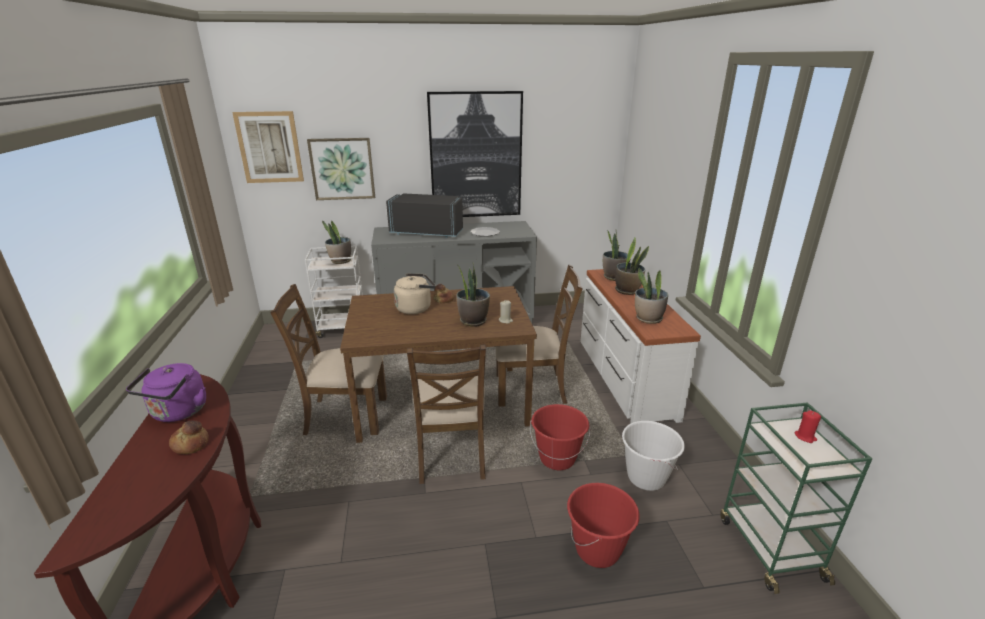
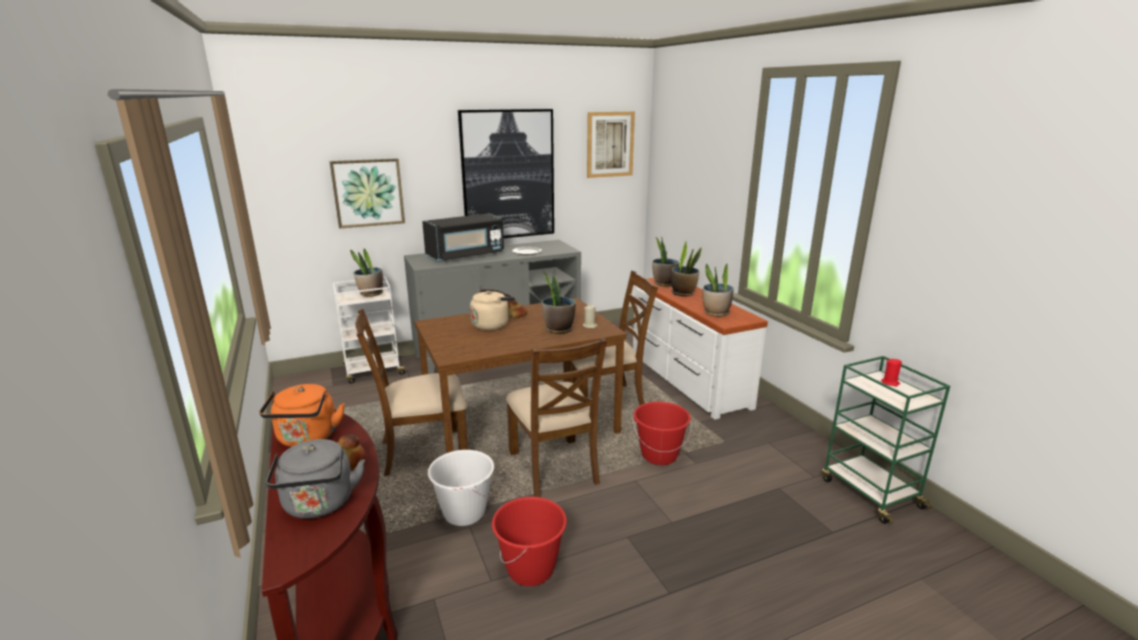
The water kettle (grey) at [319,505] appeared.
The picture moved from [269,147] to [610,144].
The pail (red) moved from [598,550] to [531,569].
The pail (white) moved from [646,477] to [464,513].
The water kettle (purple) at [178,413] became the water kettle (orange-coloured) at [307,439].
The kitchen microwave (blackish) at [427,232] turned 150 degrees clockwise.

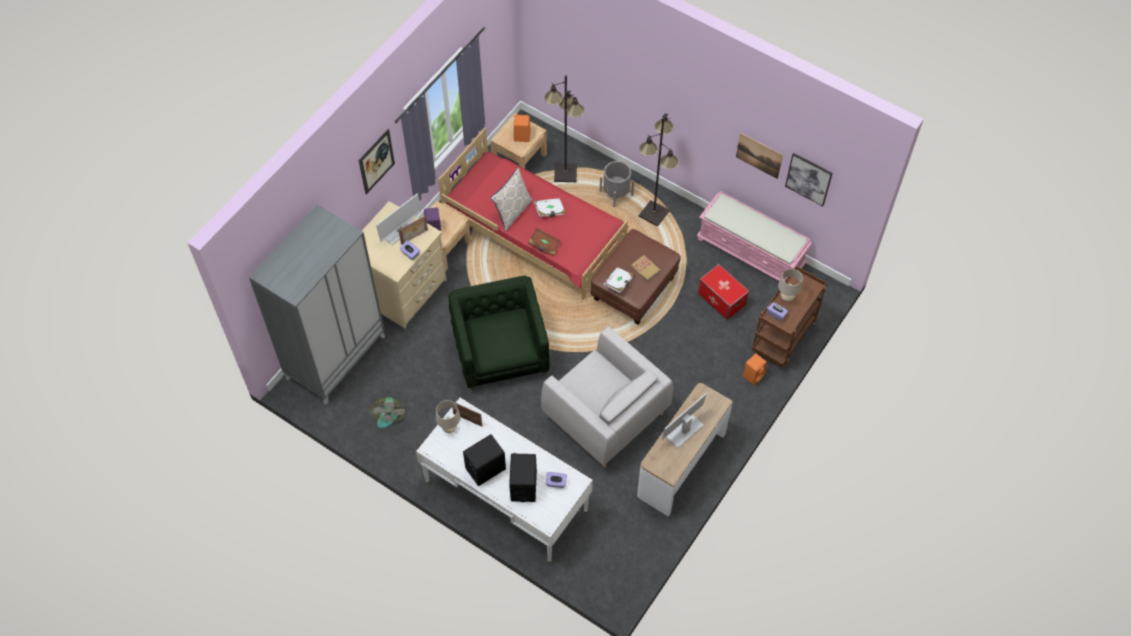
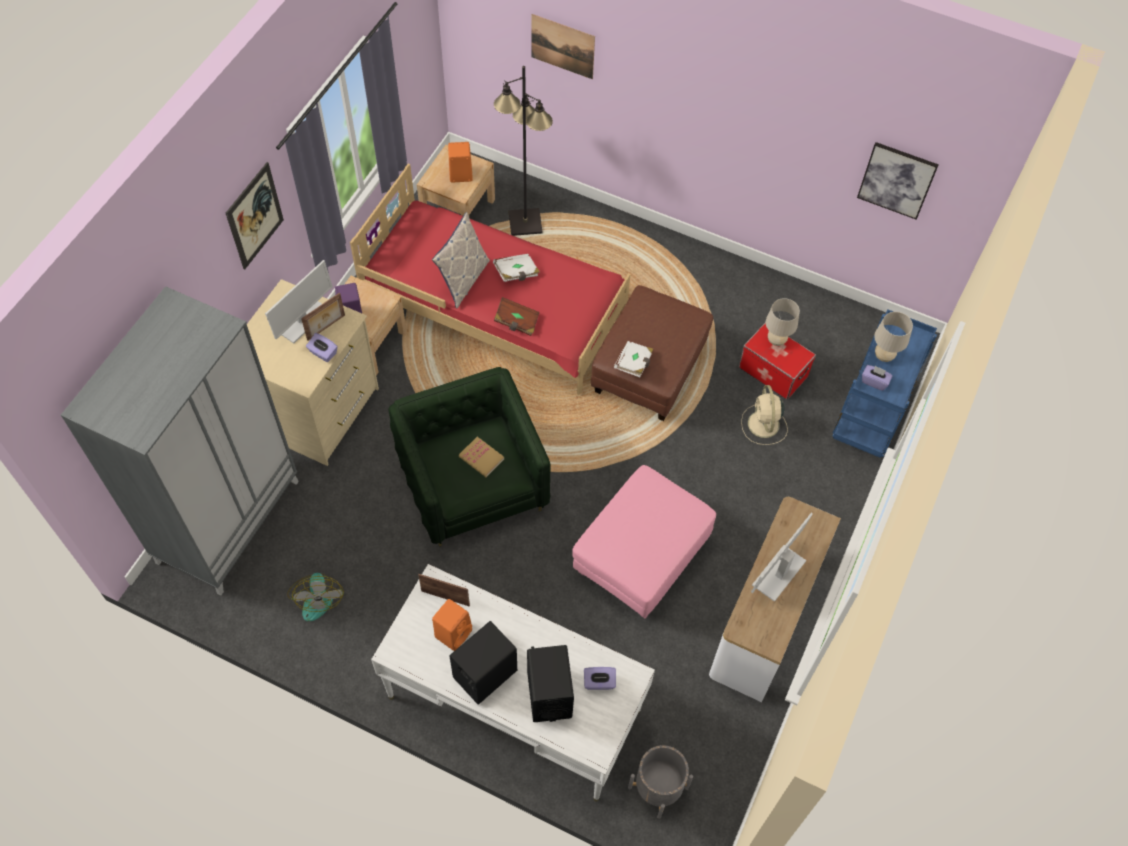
The floor lamp (blackish) at [654,214] disappeared.
The bench (pink) at [751,252] disappeared.
The electric fan (sand-coloured) at [763,425] appeared.
The table lamp (sand-coloured) moved from [449,428] to [776,341].
The plant pot (grey) moved from [616,193] to [658,787].
The book moved from [645,268] to [481,458].
The picture moved from [759,155] to [562,46].
The loudspeaker (orange-coloured) moved from [753,375] to [454,632].
The easy chair (grey) at [605,415] was replaced by the ottoman (pink) at [641,558].
The wheeled cart (brown) at [783,339] became the wheeled cart (blue-coloured) at [870,417].

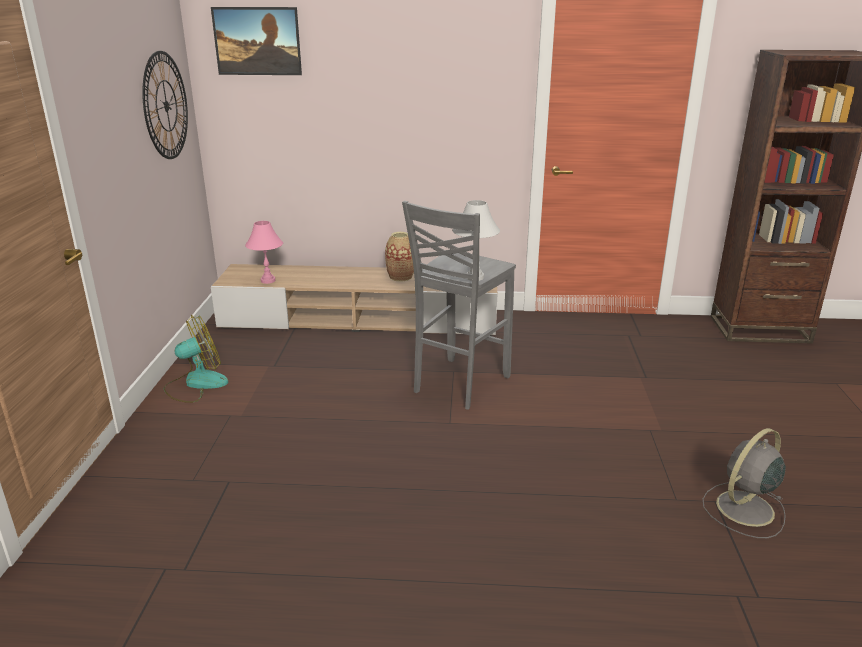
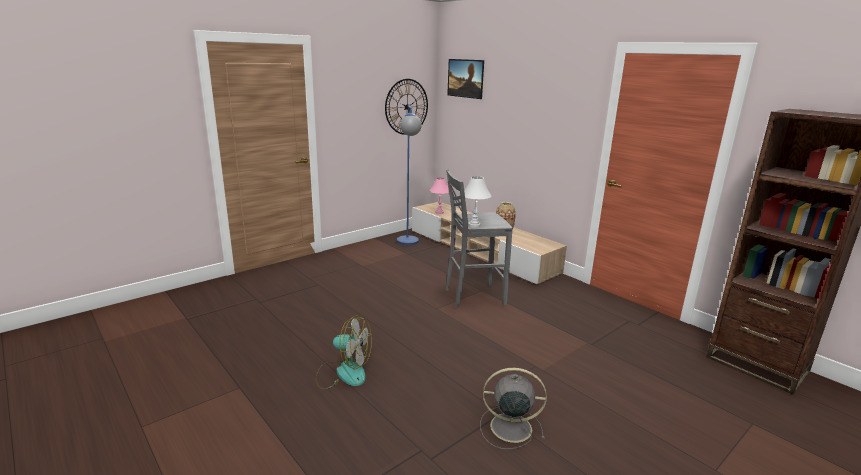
The floor lamp (blue-coloured) at [408,244] appeared.
The electric fan moved from [196,384] to [343,373].

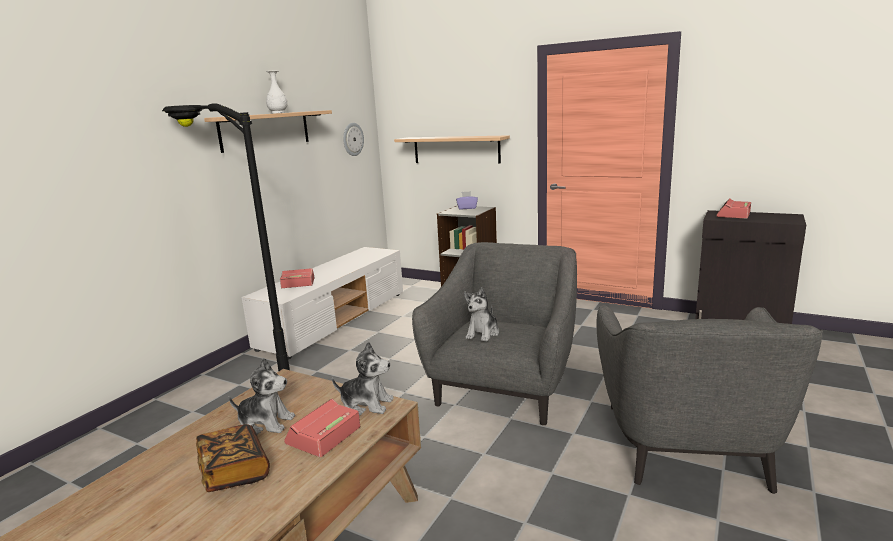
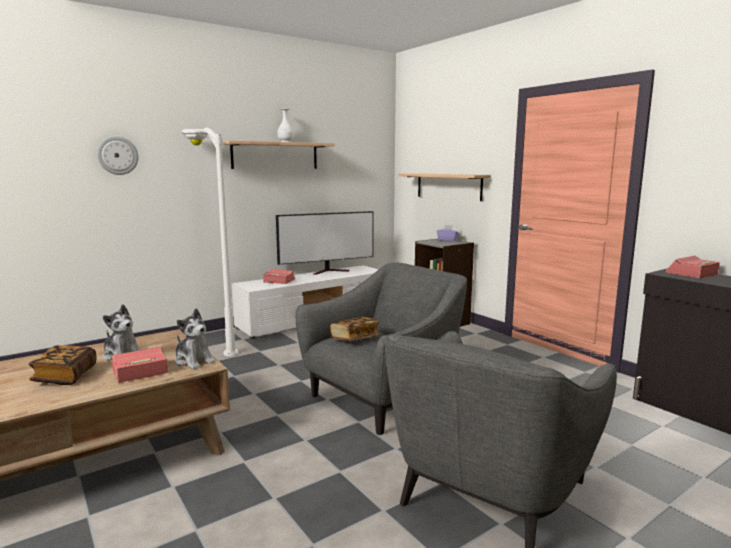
The TV at [330,271] appeared.
The clock on the wall moved from [352,139] to [117,155].
The cuddly toy at [483,333] was replaced by the book at [355,339].
The floor lamp (blackish) at [246,372] became the floor lamp (white) at [215,341].

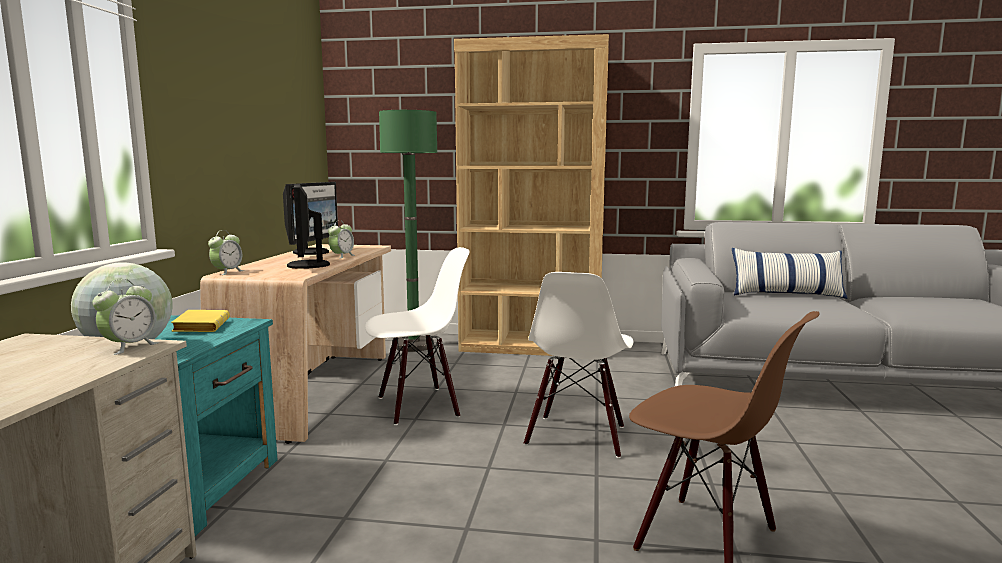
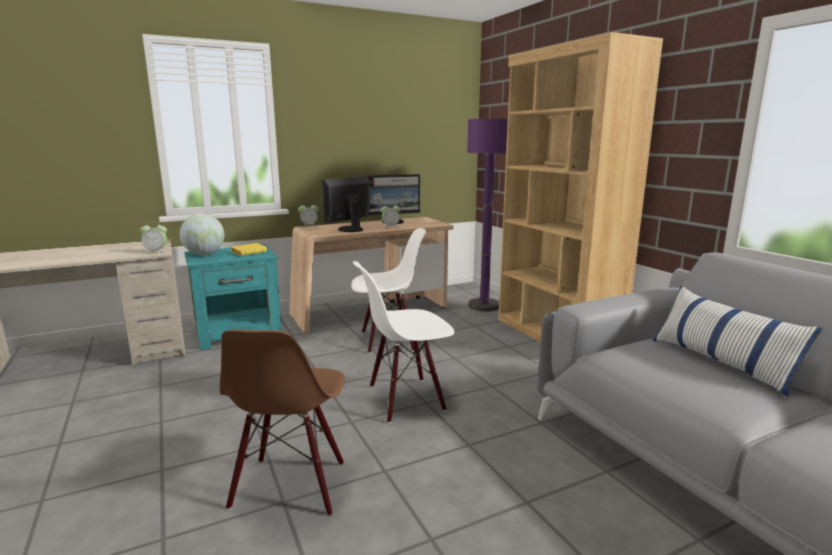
The floor lamp (greenish) at [414,345] became the floor lamp (purple) at [484,306].
The upright chair (white) at [418,406] turned 45 degrees counterclockwise.

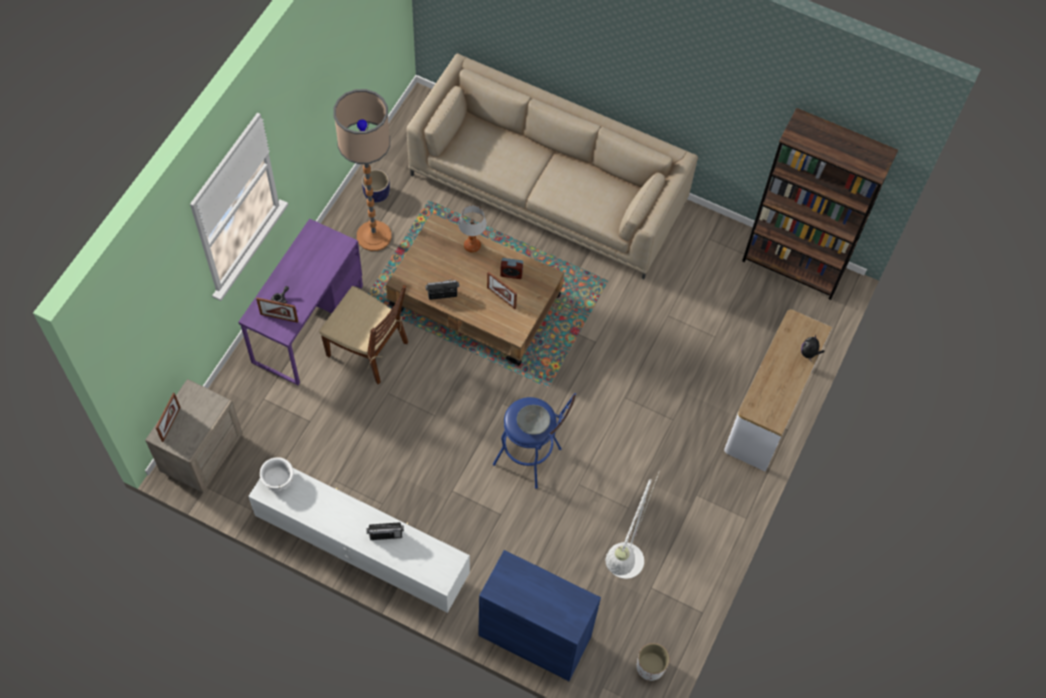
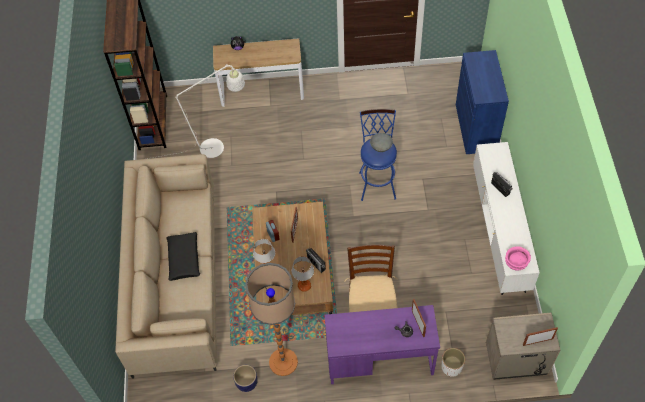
The throw pillow (blackish) at [184,259] appeared.
The table lamp at [304,285] appeared.
The floor lamp (white) moved from [622,570] to [218,146].
The plant pot (white) moved from [650,667] to [451,367].
The bowl (white) at [278,479] became the bowl (pink) at [515,263].

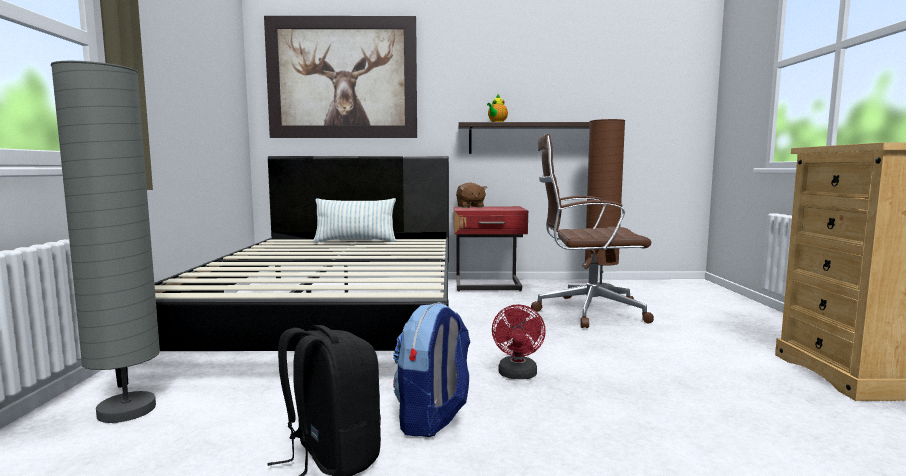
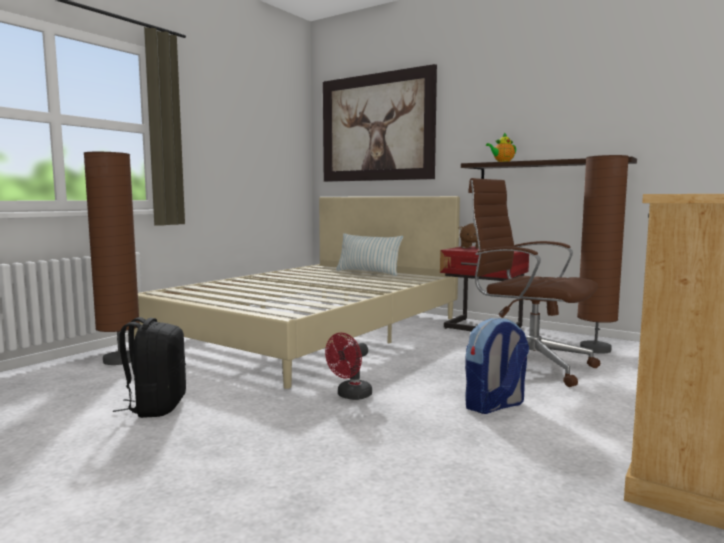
The rucksack moved from [433,419] to [494,406].
The floor lamp (grey) at [126,410] became the floor lamp (brown) at [120,360].
The bedroom bed (blackish) at [335,316] became the bedroom bed (sand-coloured) at [312,331].

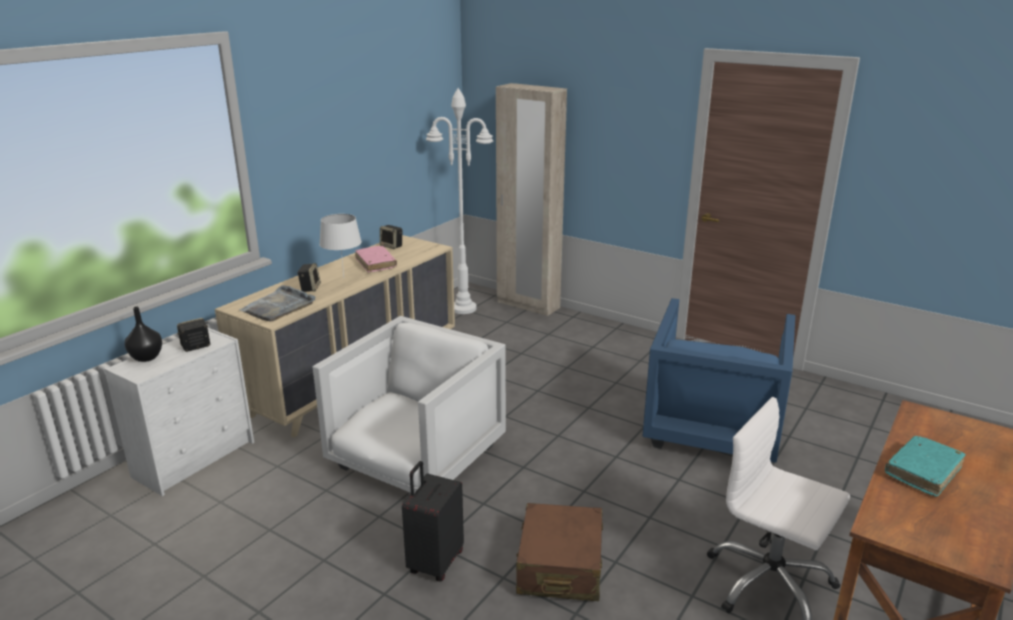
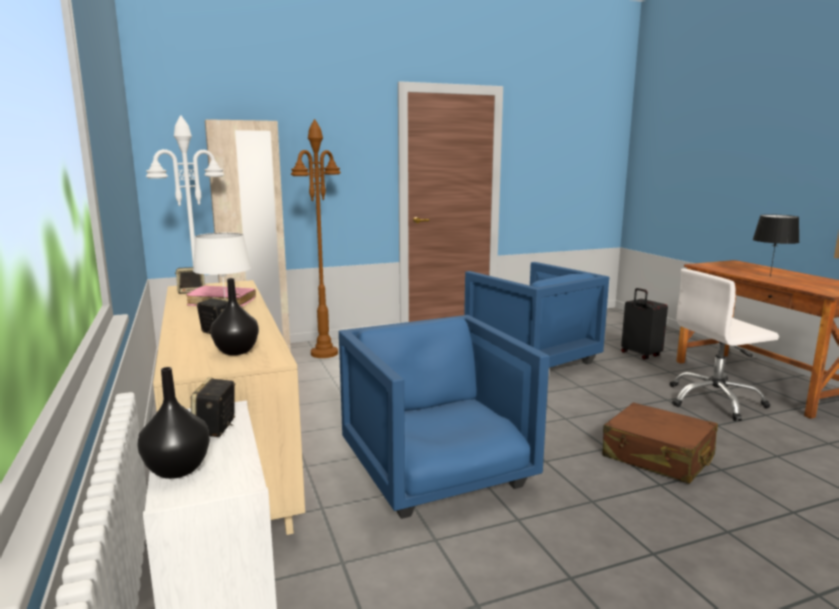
The floor lamp (brown) at [324,353] appeared.
The travel case (blackish) moved from [434,562] to [640,354].
The serving tray (grey) at [279,306] was replaced by the vase (blackish) at [237,351].
The book (turquoise-coloured) at [923,471] was replaced by the table lamp (blackish) at [770,277].
The easy chair (white) at [417,458] became the easy chair (blue-coloured) at [437,470].

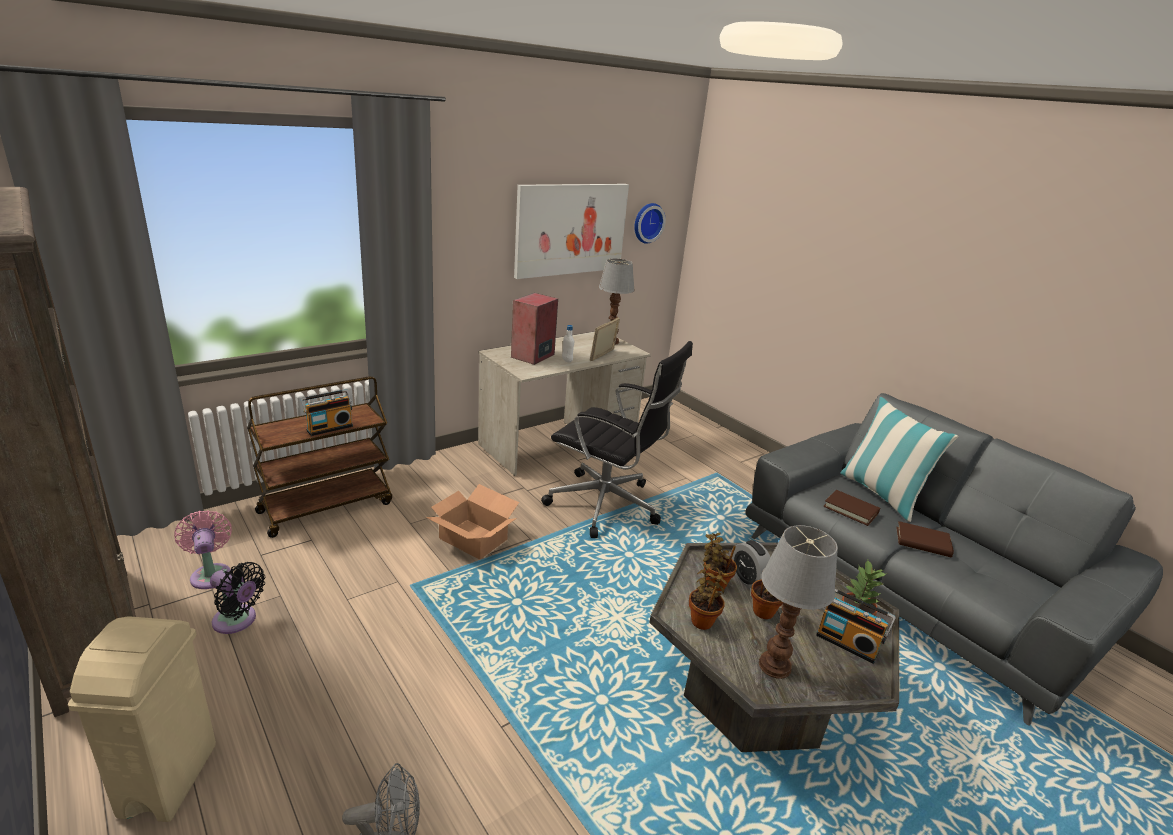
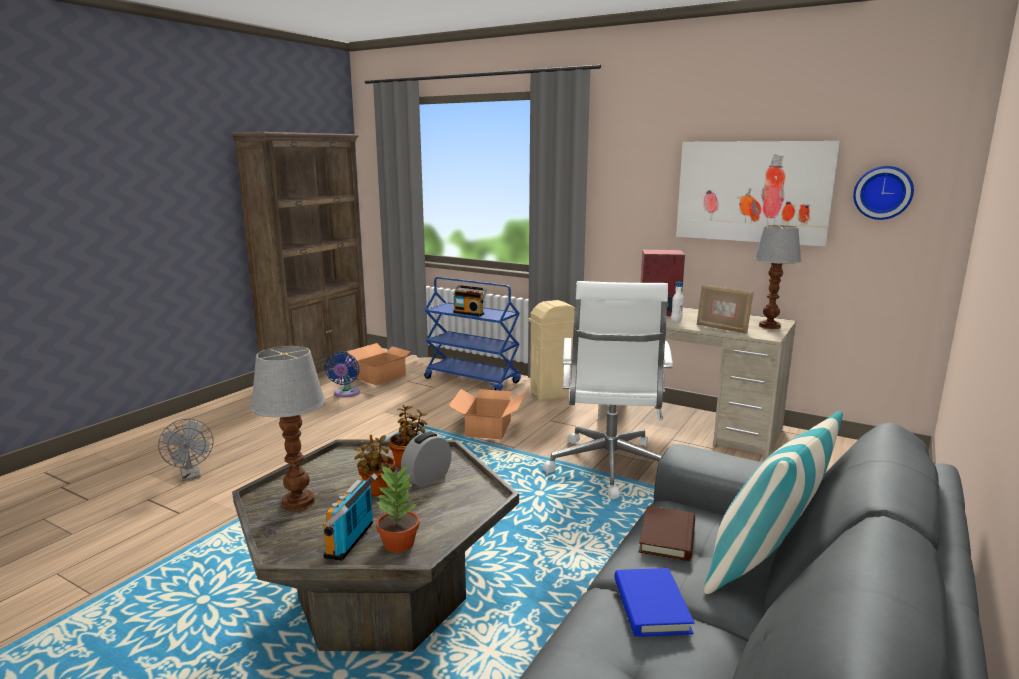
The potted plant at [702,620] disappeared.
The rubbish bin (sand-coloured) moved from [170,778] to [555,394].
The electric fan (pink) at [211,574] was replaced by the carton at [380,377].
The electric fan (blackish) at [237,621] became the electric fan (blue-coloured) at [346,393].
The wheeled cart (brown) at [326,507] became the wheeled cart (blue-coloured) at [473,380].
The desk chair (blackish) at [607,506] became the desk chair (white) at [609,468].
The book (brown) at [923,542] became the book (blue-coloured) at [651,606].
The picture frame at [603,355] turned 150 degrees counterclockwise.

